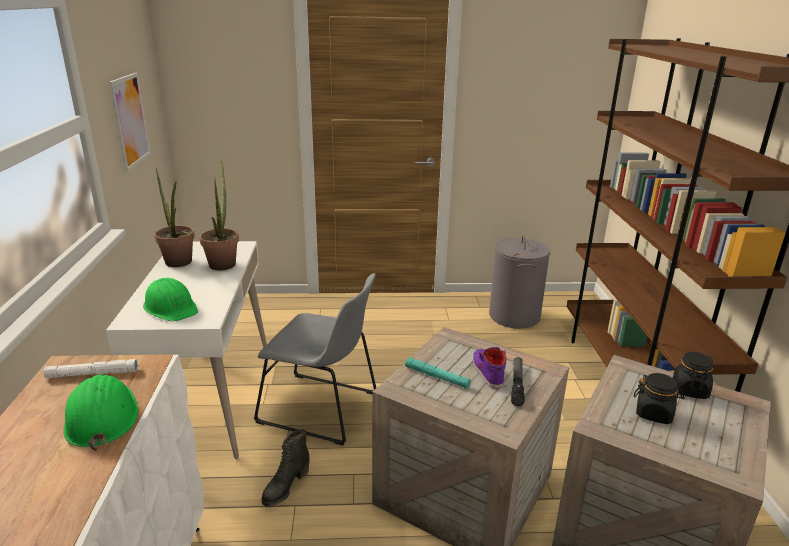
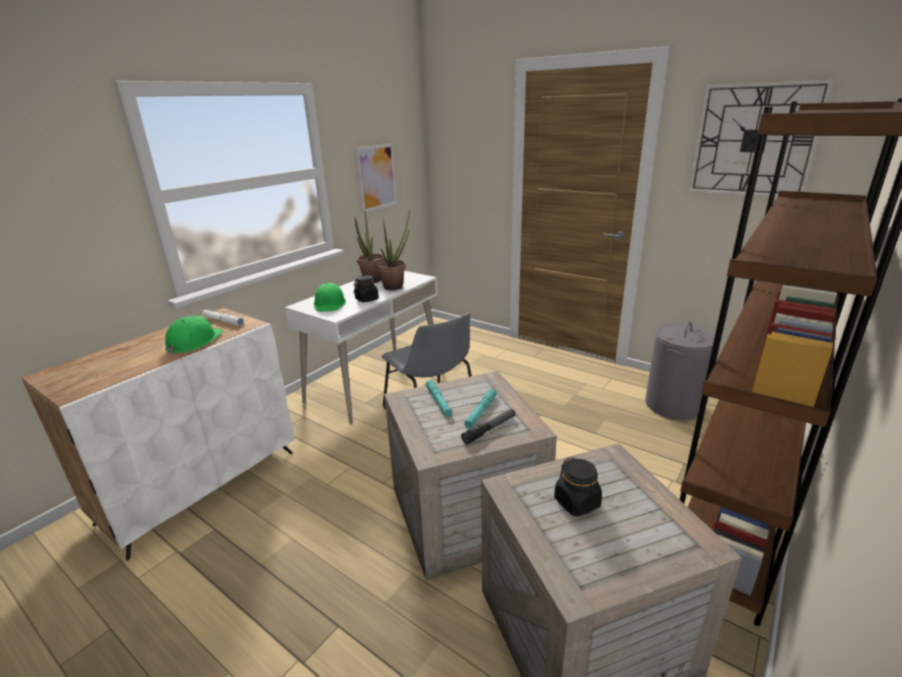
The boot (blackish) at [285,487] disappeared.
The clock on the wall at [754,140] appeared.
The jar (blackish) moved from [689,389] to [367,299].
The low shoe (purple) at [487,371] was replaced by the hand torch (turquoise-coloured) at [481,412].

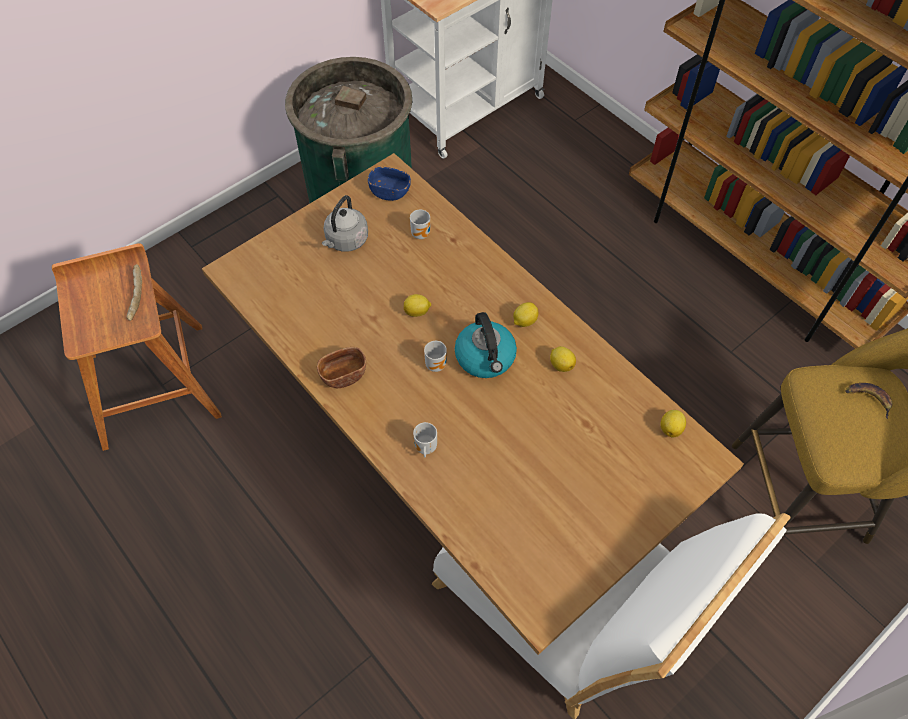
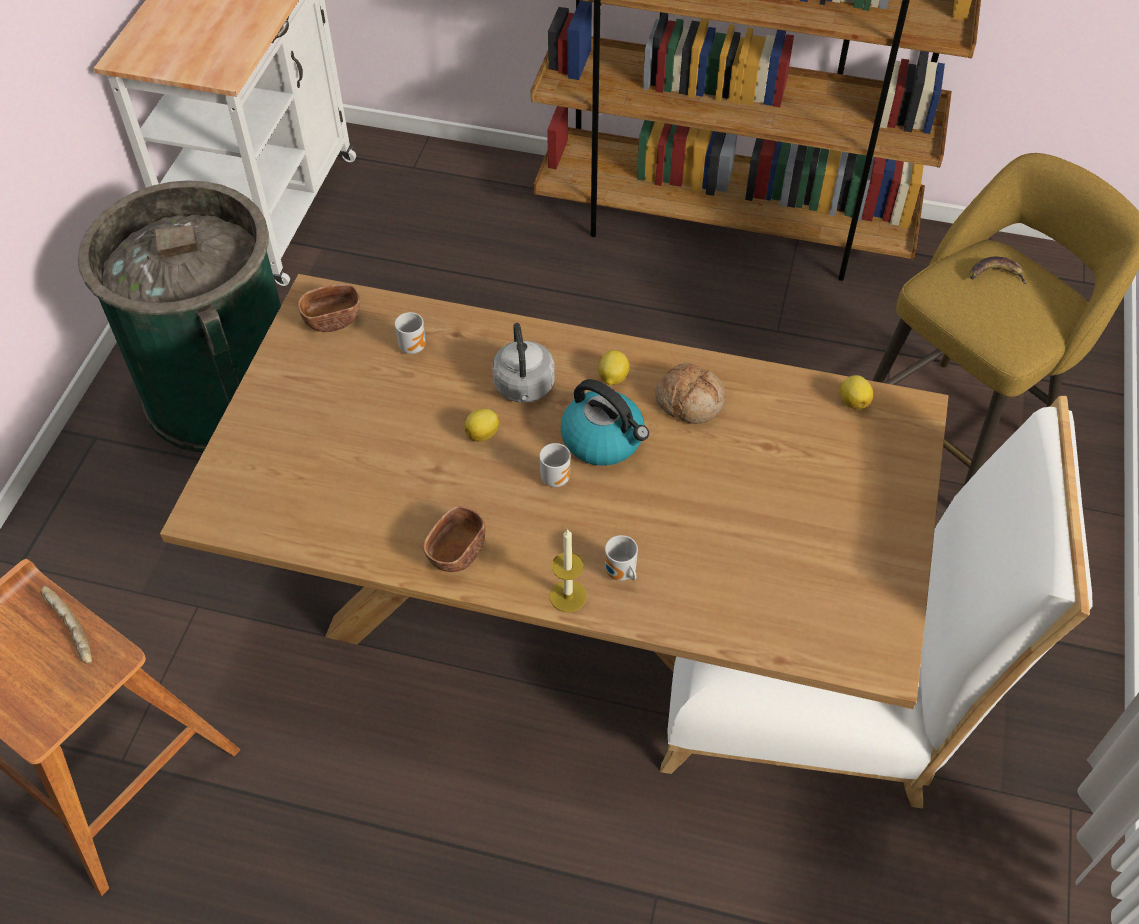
The wax light at [568,596] appeared.
The water kettle (grey) moved from [345,241] to [524,388].
The lemon at [561,364] was replaced by the bread at [690,401].
The bowl (blue-coloured) at [390,192] became the bowl (brown) at [333,319].

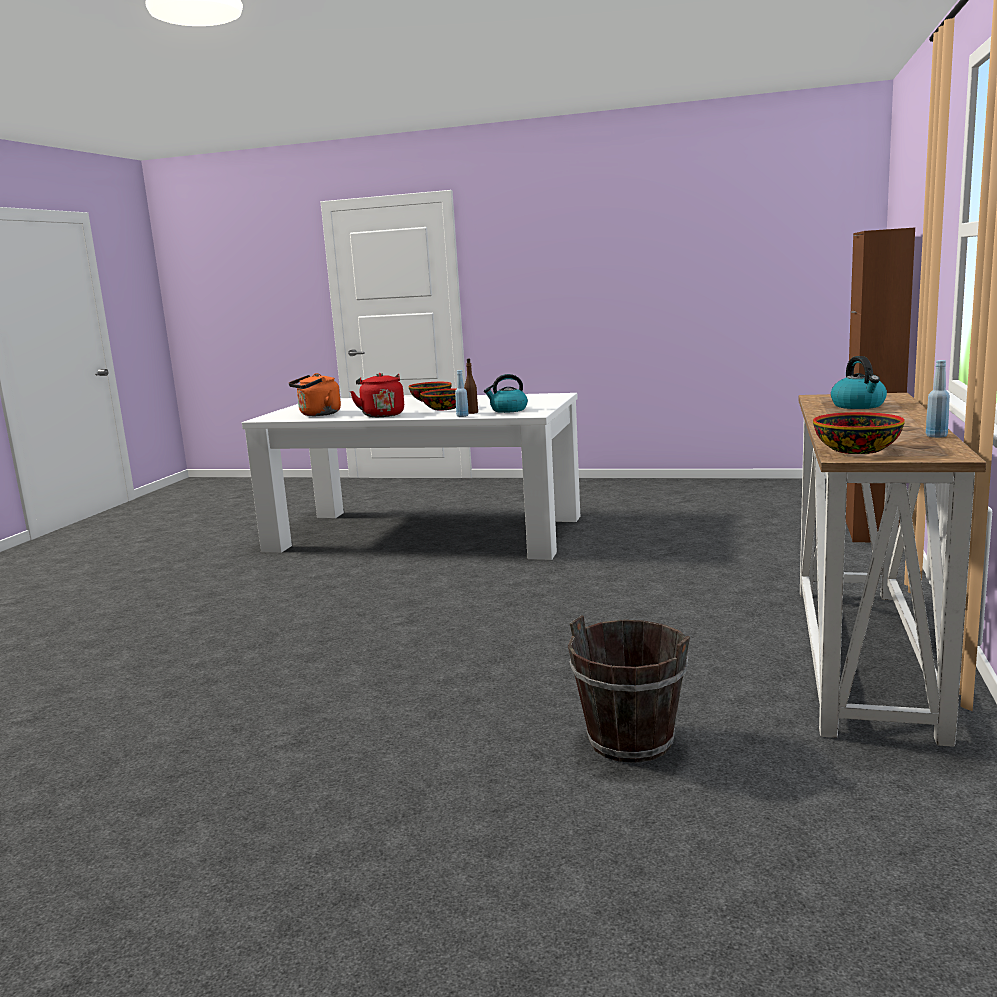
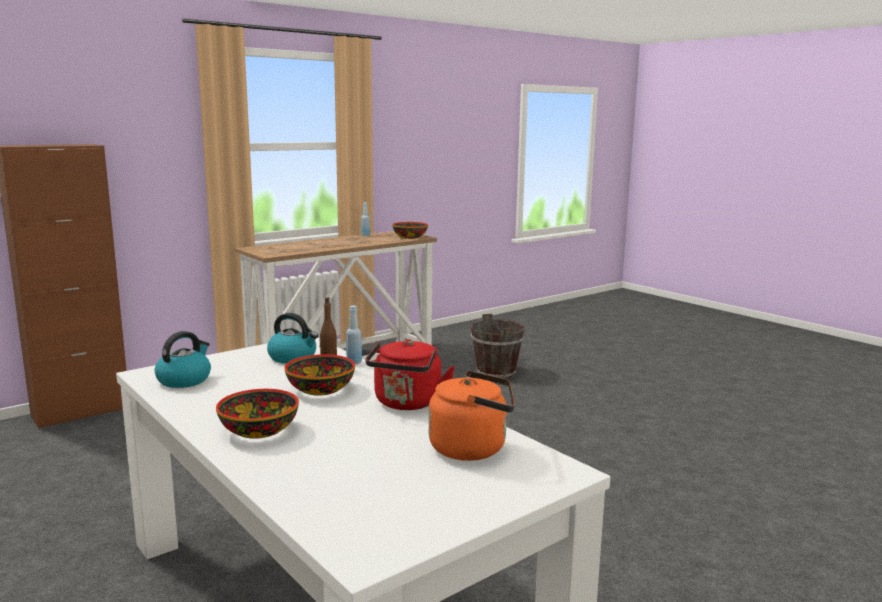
The water kettle moved from [858,406] to [184,380].

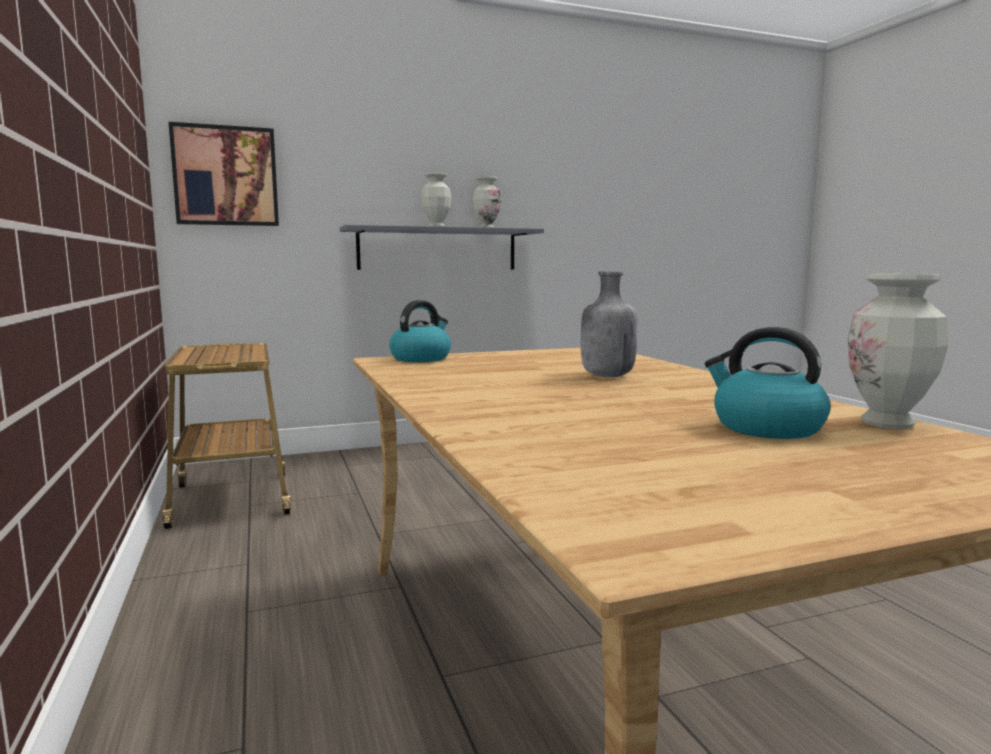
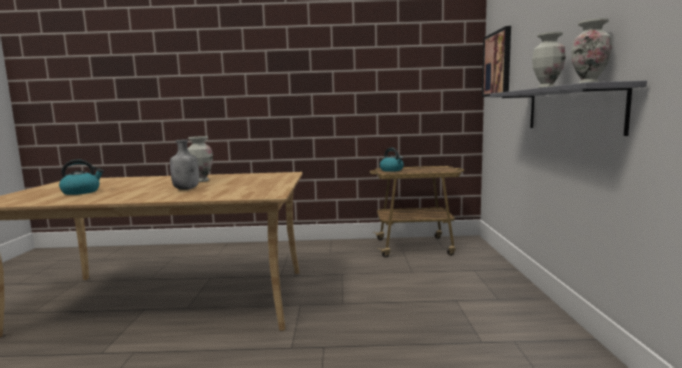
The water kettle moved from [421,358] to [392,170].
The vase moved from [887,423] to [201,181].

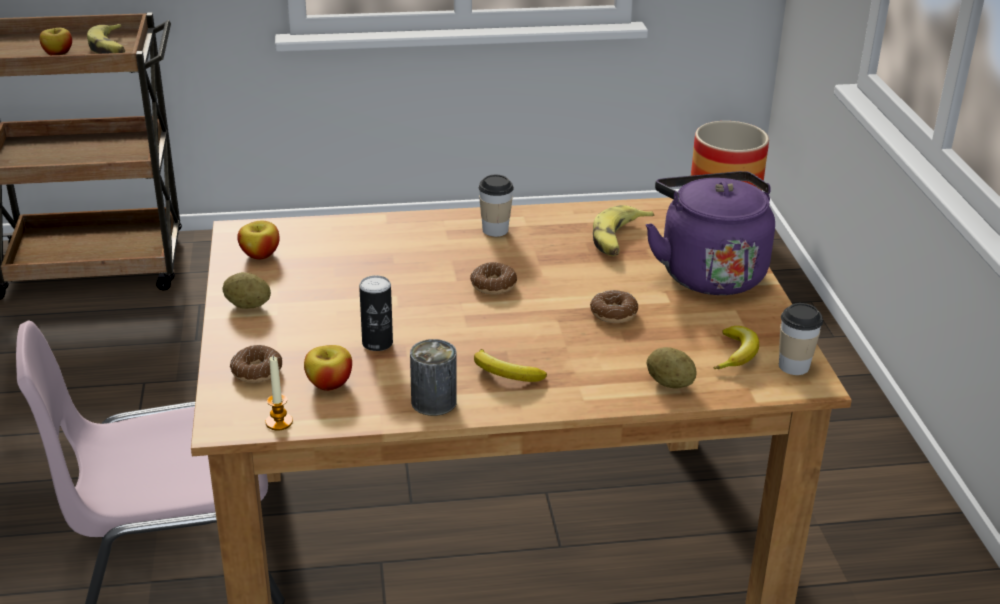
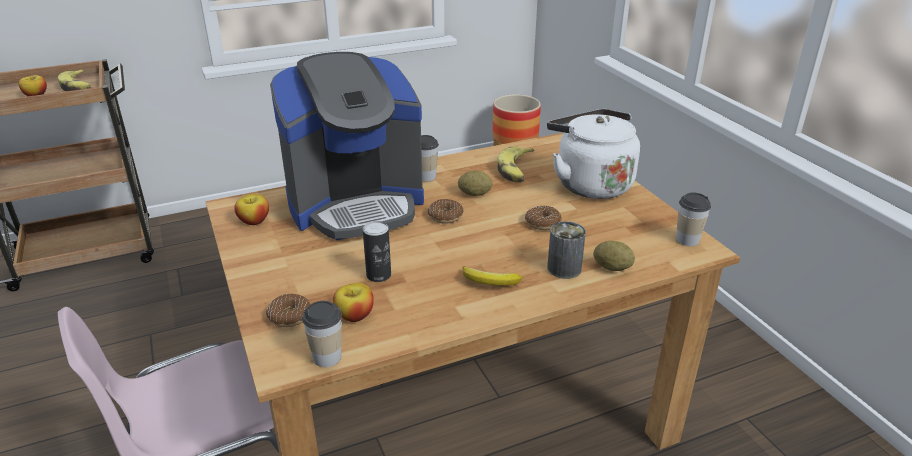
The banana fruit at [736,354] disappeared.
The coffee brewer at [356,204] appeared.
The whole potato moved from [248,305] to [475,194].
The metal can moved from [434,402] to [564,268].
The wax light at [279,422] was replaced by the small cup at [327,357].
The water kettle (purple) at [708,272] became the water kettle (white) at [589,184].

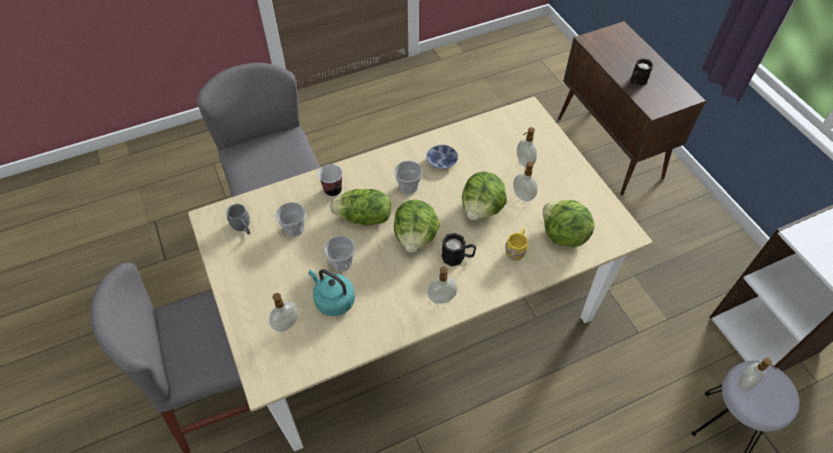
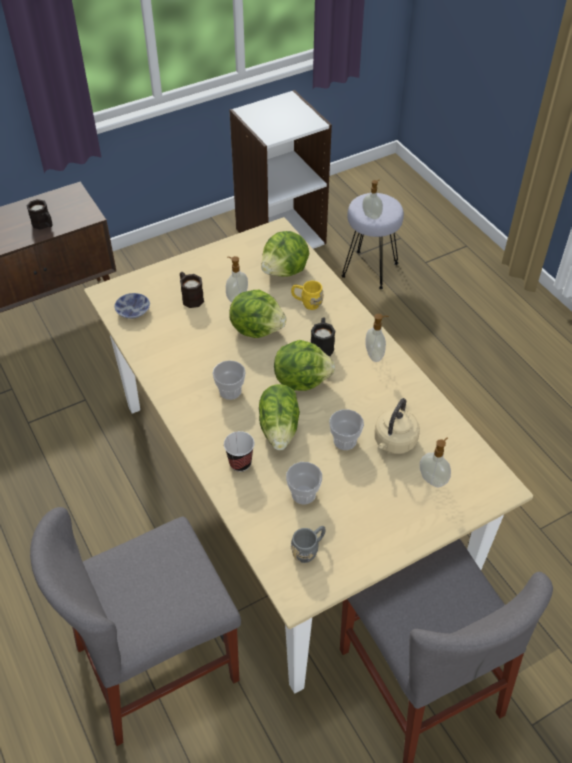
The bowl moved from [441,162] to [134,311].
The soap dispenser at [524,163] was replaced by the mug (blackish) at [190,297].
The water kettle (turquoise-coloured) at [333,300] became the water kettle (sand-coloured) at [394,442].

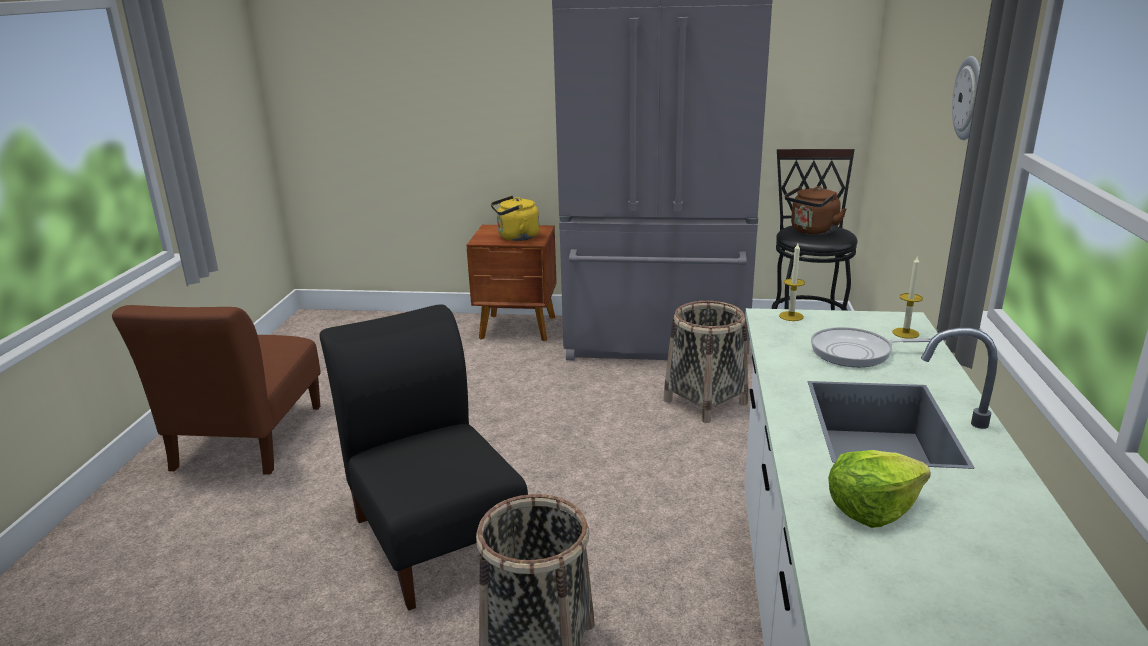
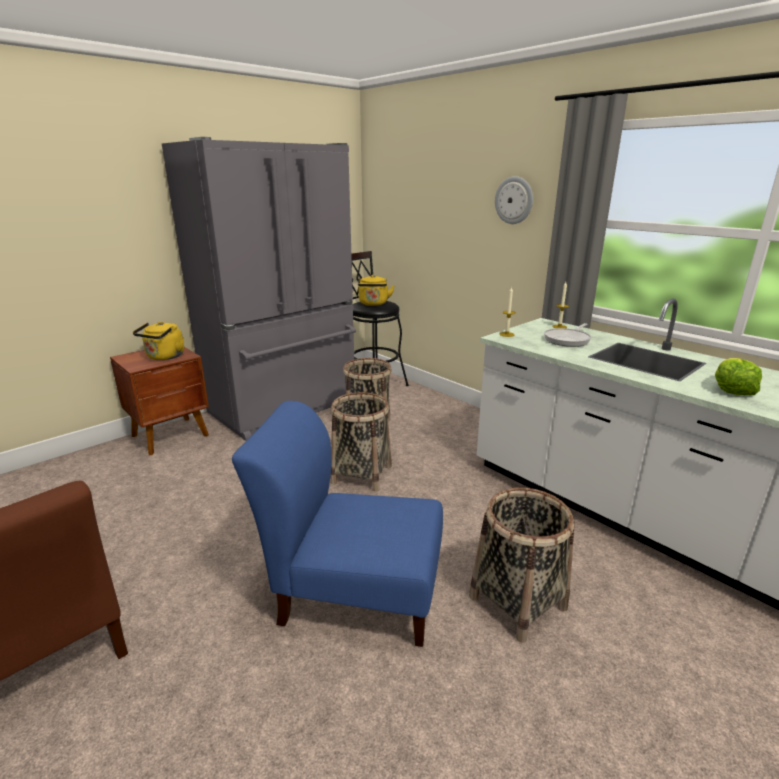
The storage basket at [362,474] appeared.
The upright chair (blackish) at [436,536] became the upright chair (blue-coloured) at [353,592].
The water kettle (brown) at [812,231] became the water kettle (yellow-coloured) at [373,304].

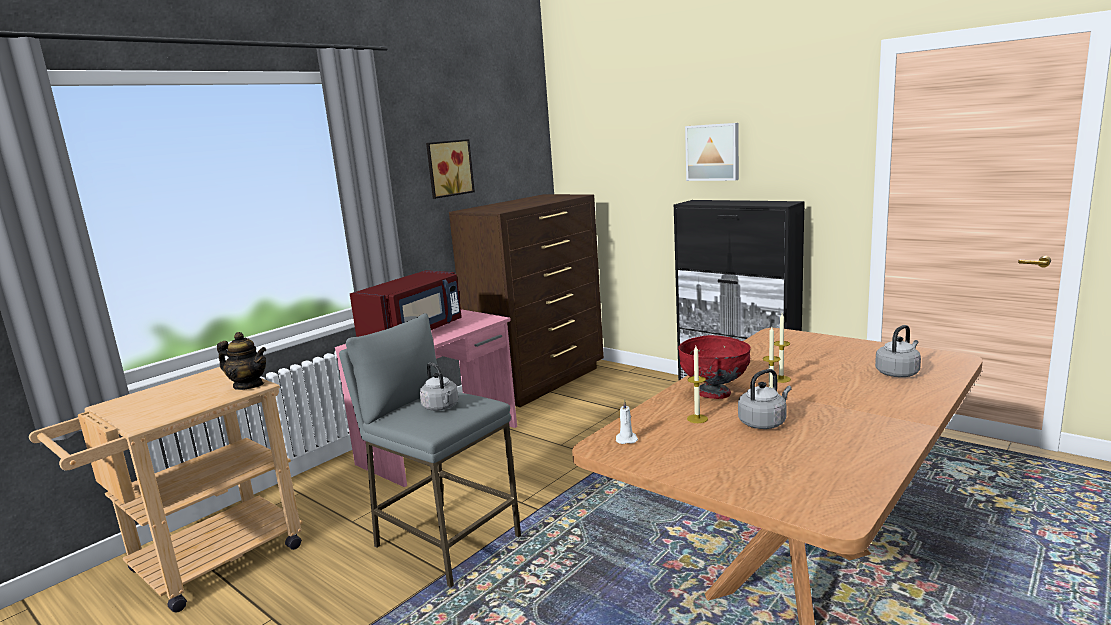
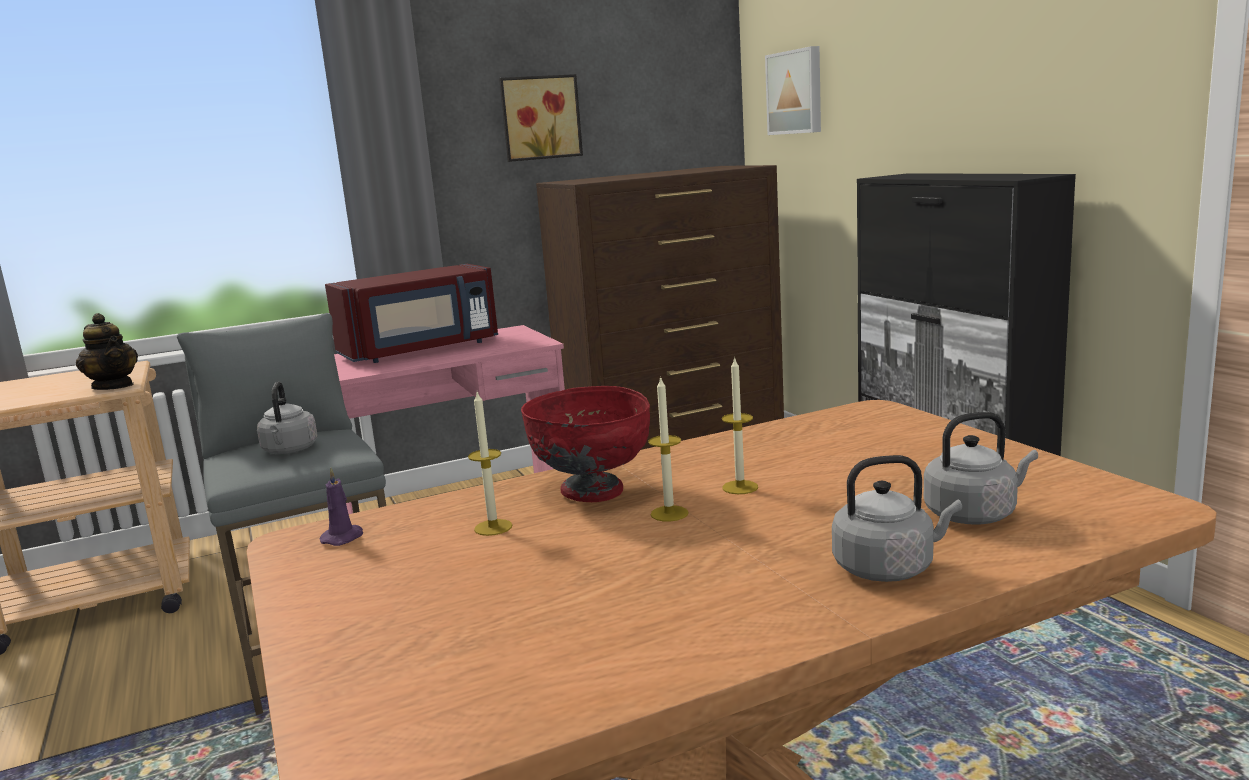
The picture moved from [713,152] to [796,92].
The water kettle (grey) moved from [764,423] to [888,568].
The wax light (white) at [626,439] became the wax light (purple) at [344,538].

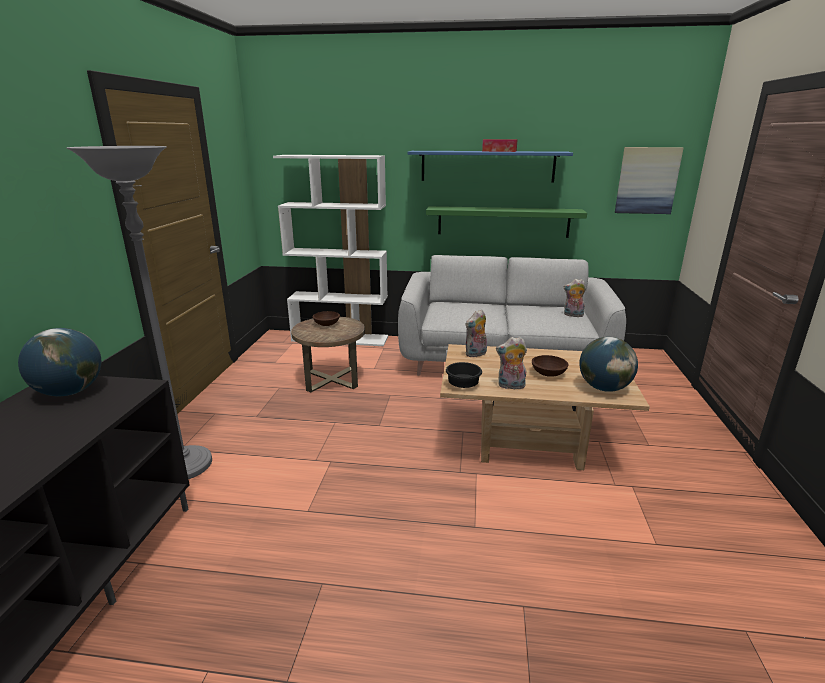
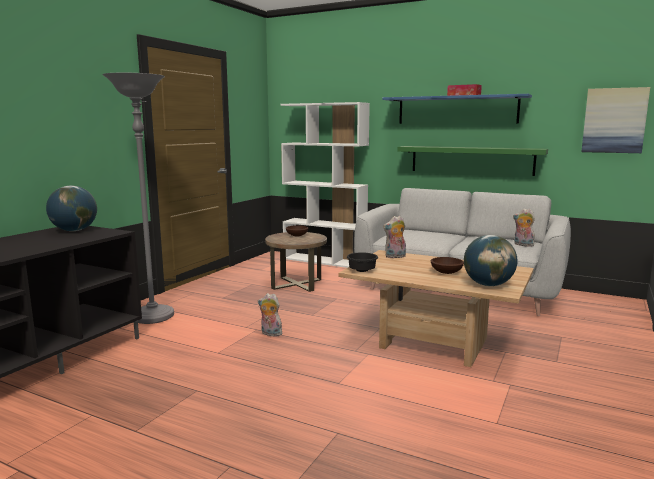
The cuddly toy moved from [510,386] to [270,334].

